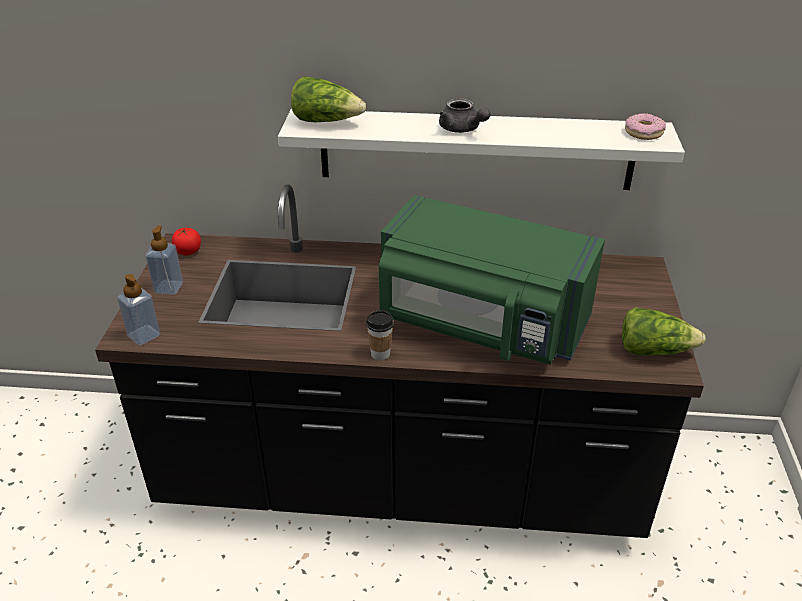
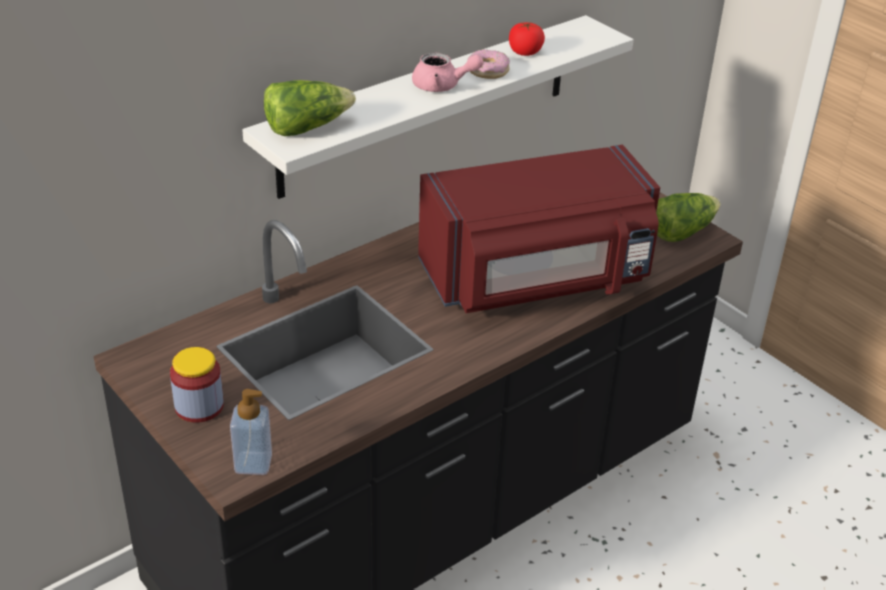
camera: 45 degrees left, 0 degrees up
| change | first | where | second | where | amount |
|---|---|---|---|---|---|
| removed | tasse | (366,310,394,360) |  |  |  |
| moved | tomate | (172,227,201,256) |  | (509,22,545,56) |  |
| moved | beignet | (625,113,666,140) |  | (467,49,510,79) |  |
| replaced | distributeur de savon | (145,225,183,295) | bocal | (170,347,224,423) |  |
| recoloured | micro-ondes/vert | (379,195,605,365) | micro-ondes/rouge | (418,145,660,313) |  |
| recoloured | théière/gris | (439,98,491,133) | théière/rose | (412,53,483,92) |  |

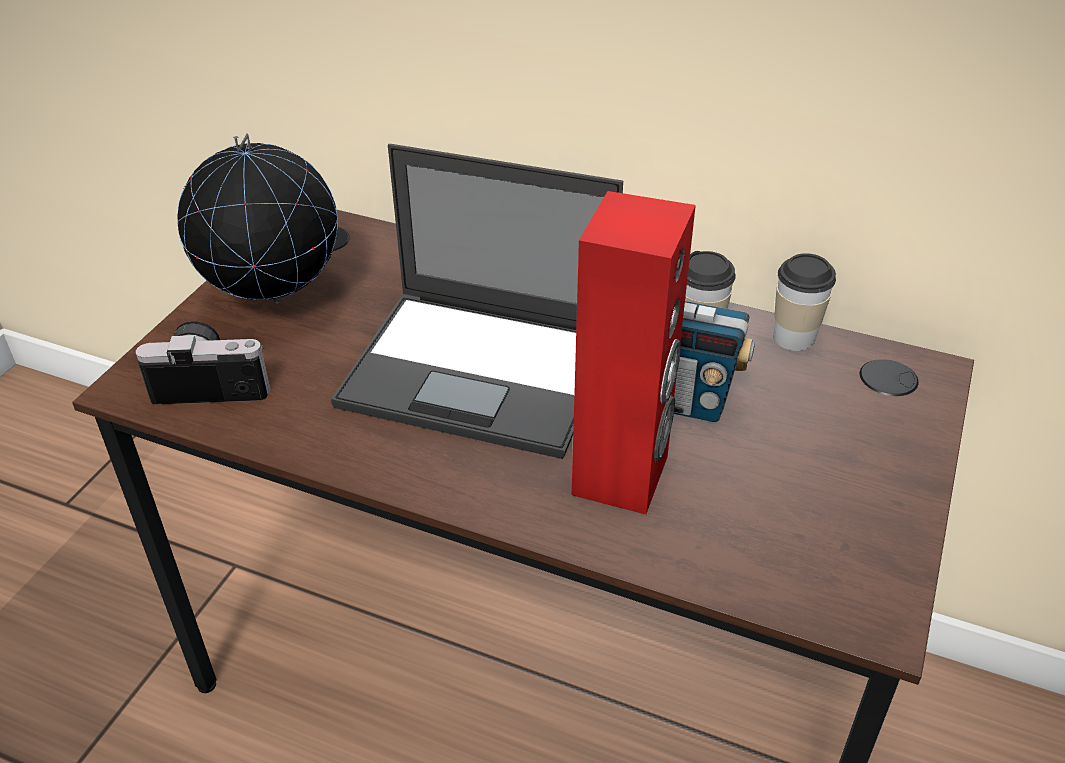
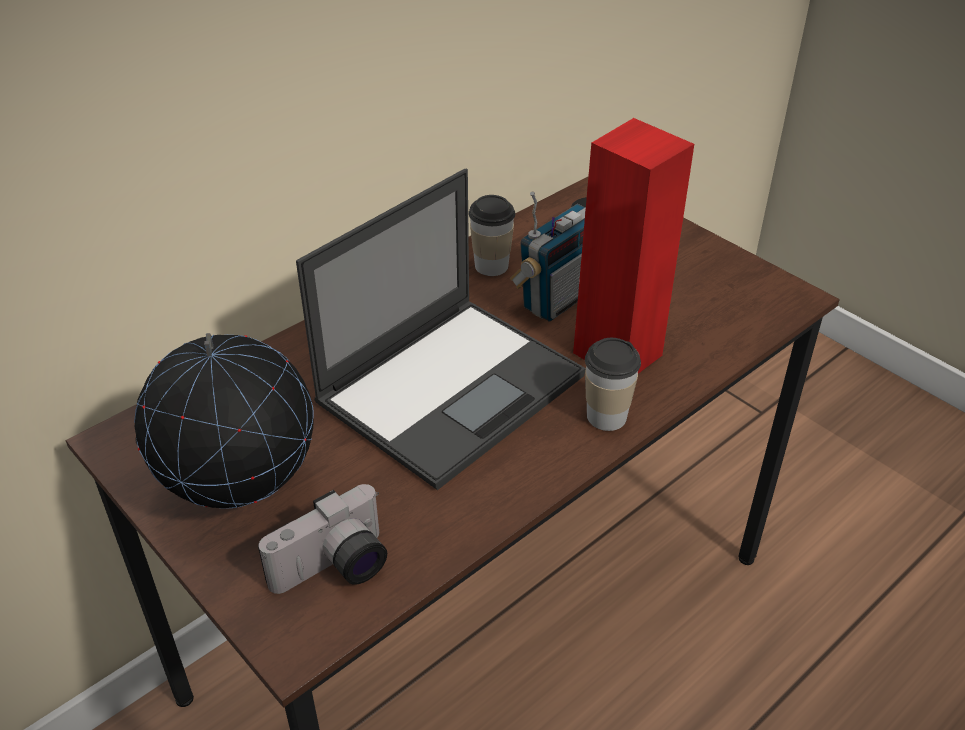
camera: 65 degrees left, 0 degrees up
| change | first | where | second | where | amount |
|---|---|---|---|---|---|
| moved | tasse | (774,253,836,351) |  | (585,338,641,431) |  |
| turned | appareil photo | (136,321,270,405) |  | (258,484,387,594) | 150 degrees counterclockwise |

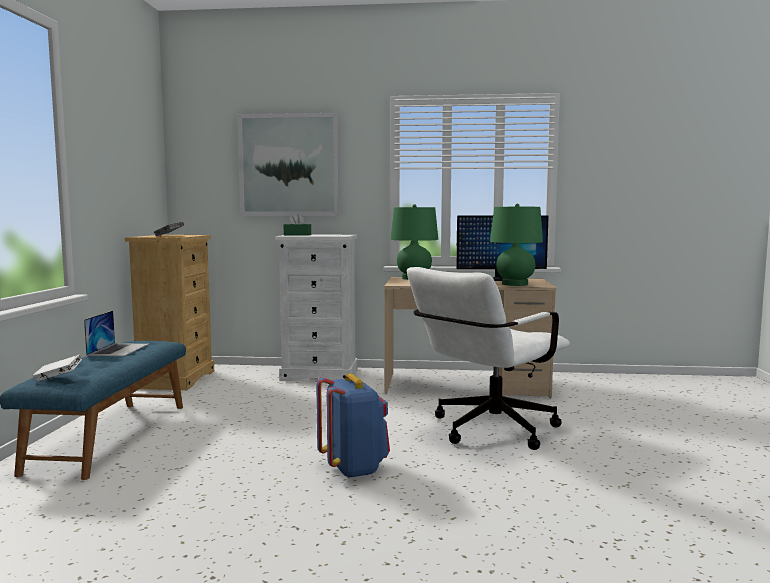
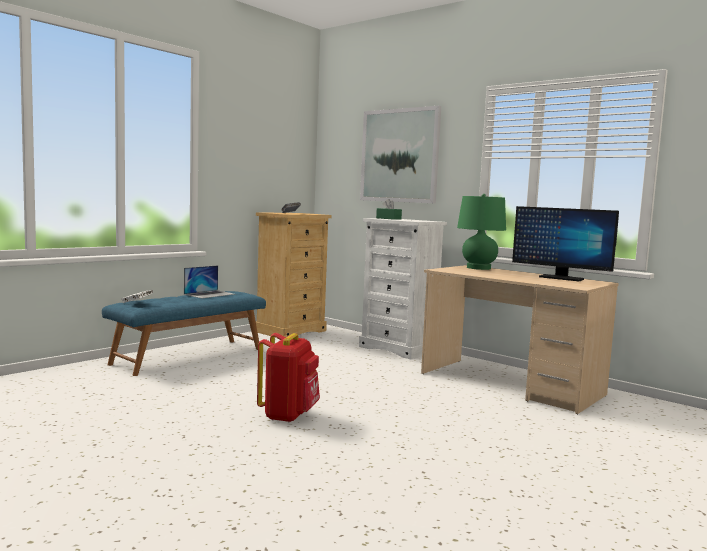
camera: 35 degrees right, 0 degrees up
| change | first | where | second | where | amount |
|---|---|---|---|---|---|
| removed | chaise de bureau/blanc | (407,267,570,450) |  |  |  |
| removed | lampe de table/vert | (490,203,543,286) |  |  |  |
| recoloured | sac à dos/bleu | (316,373,390,478) | sac à dos/rouge | (257,333,320,423) |  |

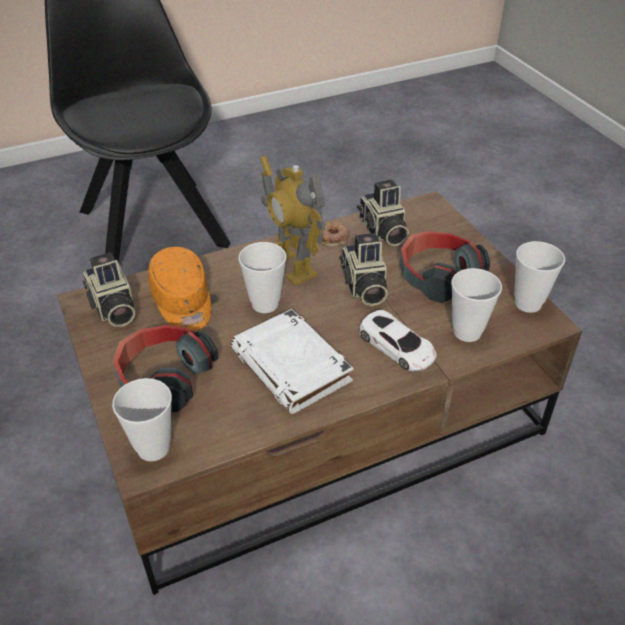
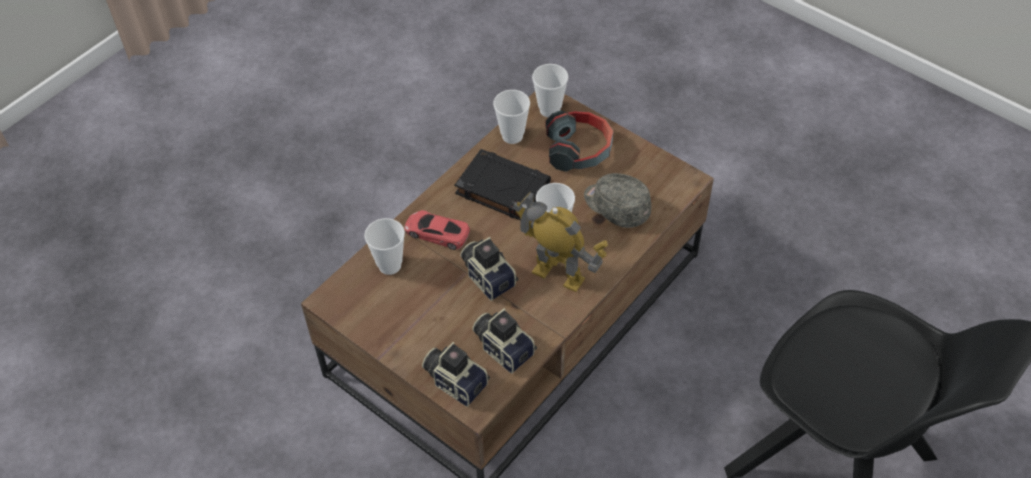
camera: 155 degrees right, 10 degrees up
| change | first | where | second | where | amount |
|---|---|---|---|---|---|
| removed | beignet | (321,222,349,246) |  |  |  |
| removed | casque audio | (400,231,490,303) |  |  |  |
| moved | appareil photo | (83,252,135,327) |  | (422,342,490,407) |  |
| moved | tasse | (514,241,565,313) |  | (493,90,530,144) |  |
| recoloured | casquette/orange | (148,247,211,331) | casquette/gris | (584,173,651,228) |  |
| recoloured | livre/blanc | (230,309,353,414) | livre/noir | (455,149,551,221) |  |
| recoloured | petite voiture/blanc | (359,310,437,372) | petite voiture/rouge | (405,210,470,250) |  |

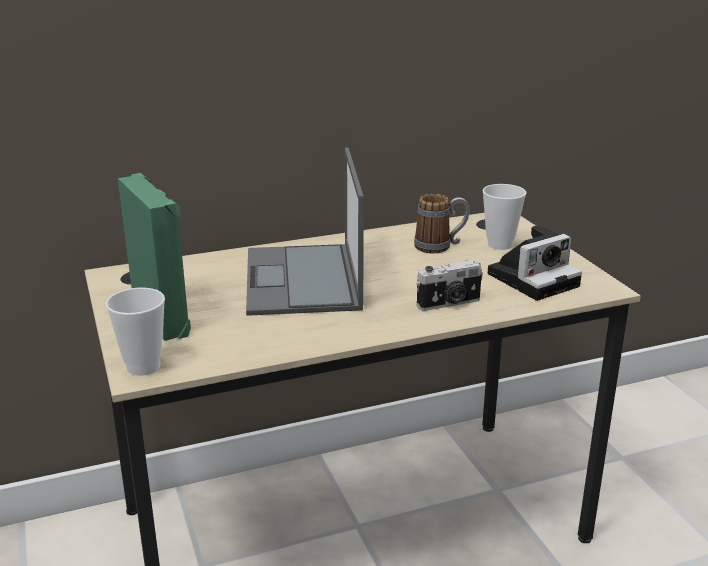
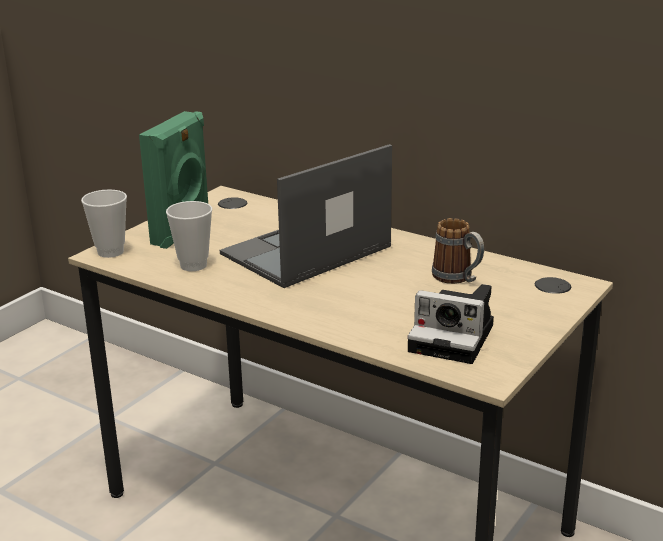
camera: 55 degrees right, 0 degrees up
| change | first | where | second | where | amount |
|---|---|---|---|---|---|
| removed | appareil photo | (416,260,483,311) |  |  |  |
| moved | tasse | (482,184,527,250) |  | (166,201,212,271) |  |

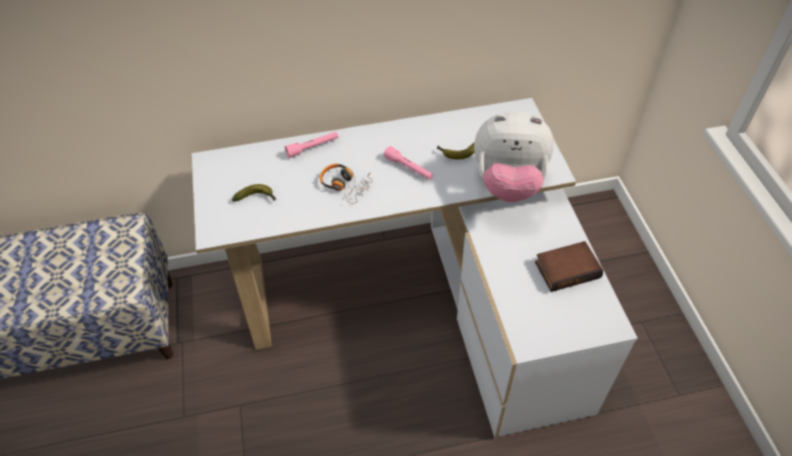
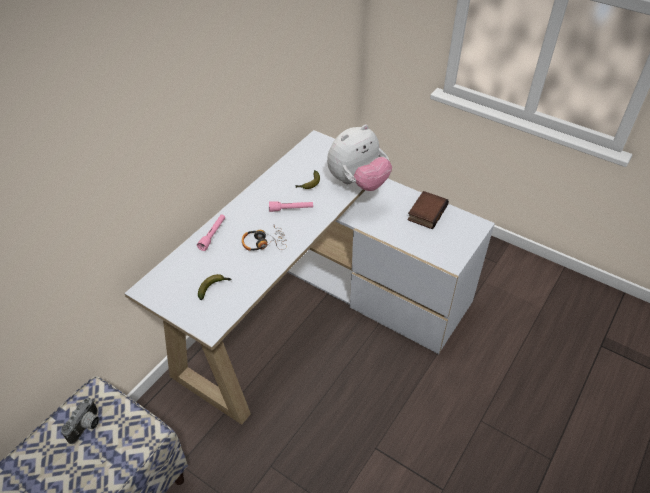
camera: 45 degrees left, 5 degrees down
| change | first | where | second | where | amount |
|---|---|---|---|---|---|
| added |  |  | appareil photo | (61,398,100,444) |  |

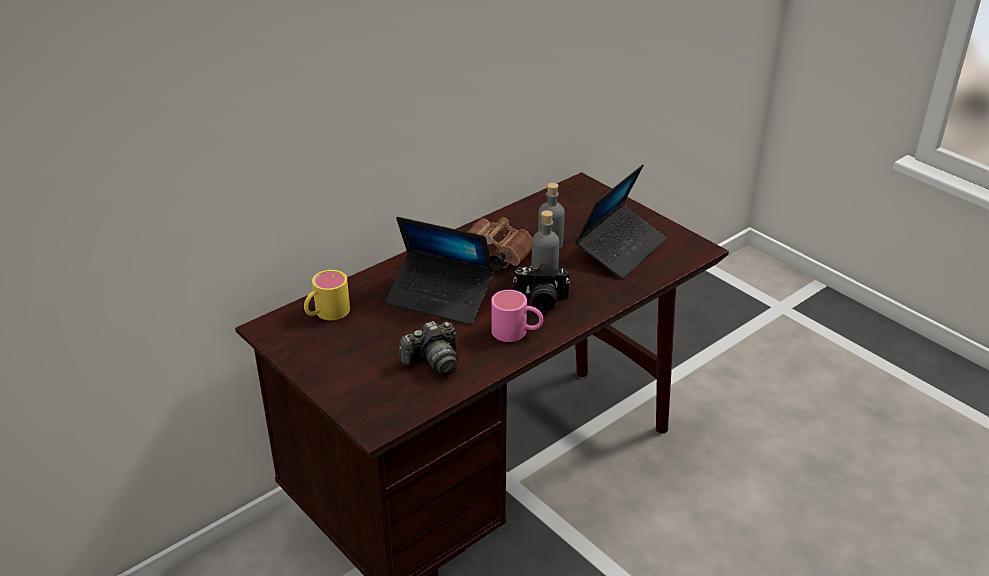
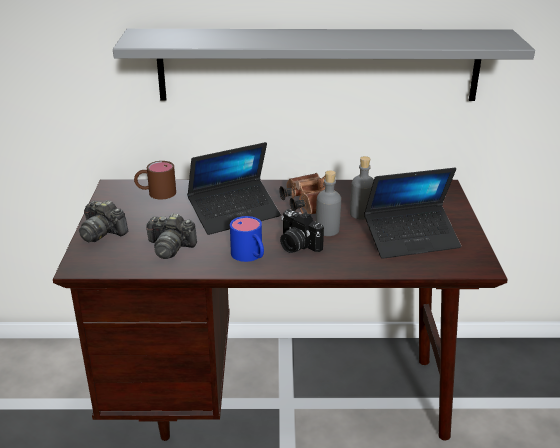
camera: 40 degrees right, 5 degrees down
| change | first | where | second | where | amount |
|---|---|---|---|---|---|
| added |  |  | appareil photo | (79,200,128,242) |  |
| added |  |  | étagère/gris | (113,29,535,101) |  |
| recoloured | mug/jaune | (304,270,350,320) | mug/marron | (134,161,176,199) |  |
| recoloured | mug/rose | (491,290,543,342) | mug/bleu | (230,216,264,262) |  |
| turned | ordinateur portable | (385,217,494,325) |  | (187,142,281,235) | 90 degrees counterclockwise |

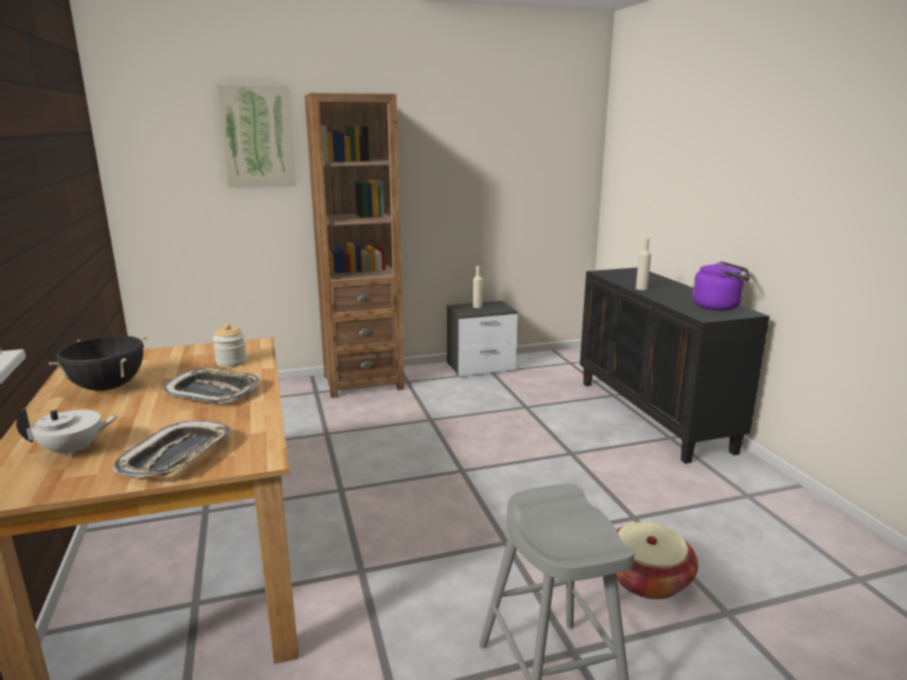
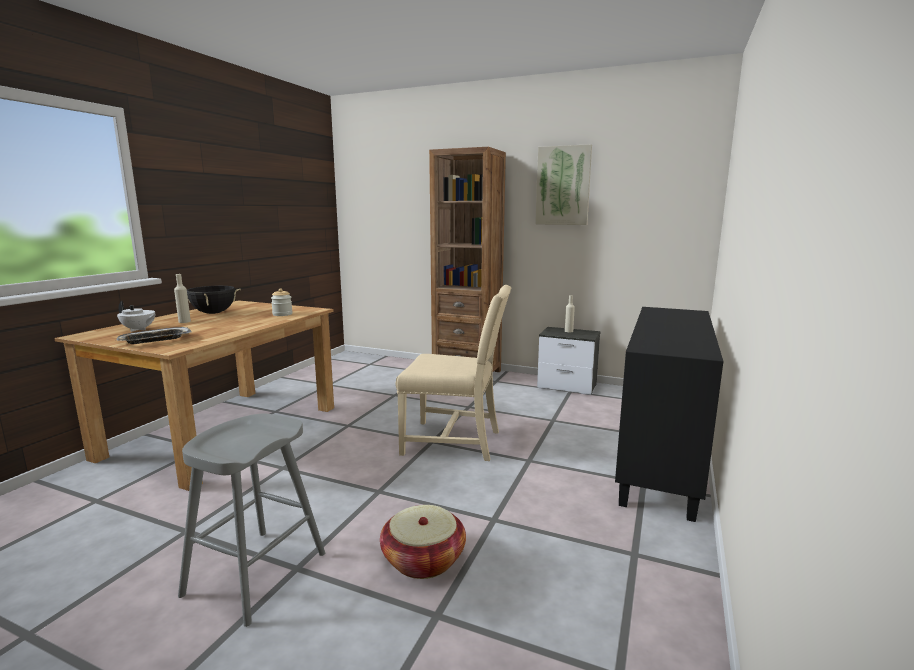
camera: 40 degrees right, 5 degrees down
| change | first | where | second | where | amount |
|---|---|---|---|---|---|
| removed | plateau | (162,368,259,403) |  |  |  |
| removed | bouilloire/violet | (693,261,750,310) |  |  |  |
| added |  |  | chaise/beige | (396,285,511,461) |  |
| moved | tableau | (217,84,296,188) |  | (535,144,592,225) |  |
| moved | bouteille/beige | (636,238,651,290) |  | (174,274,191,323) |  |

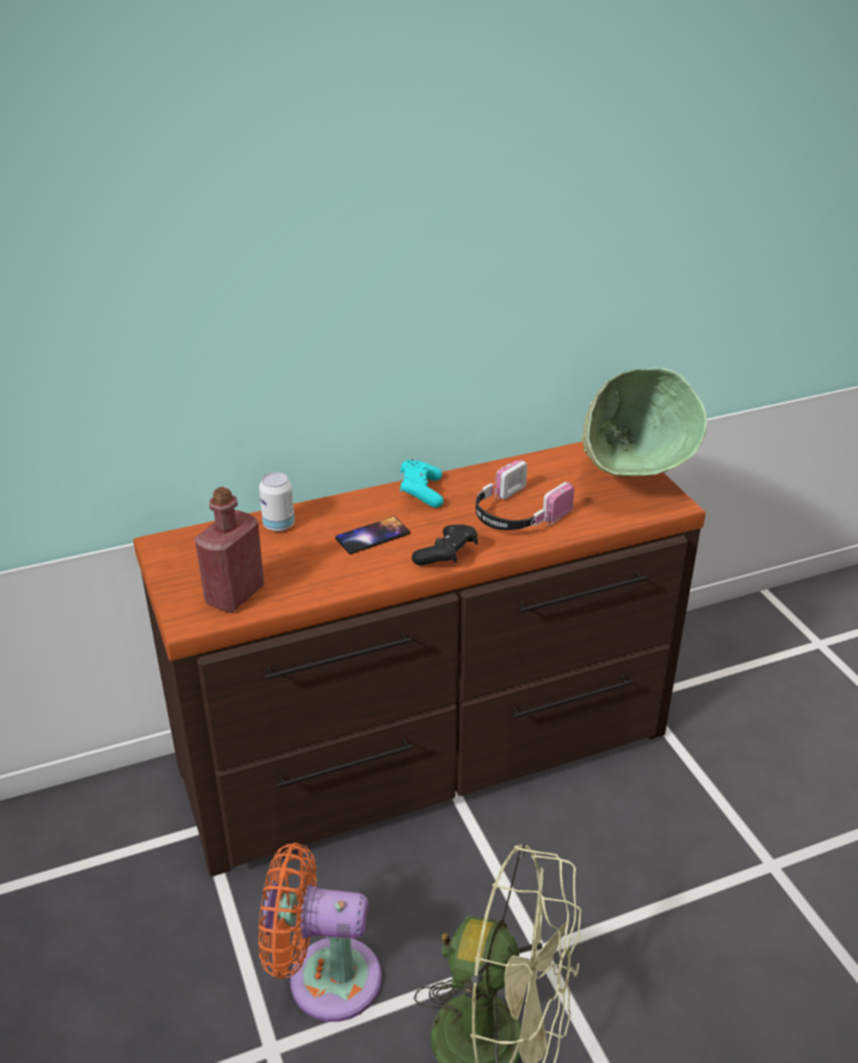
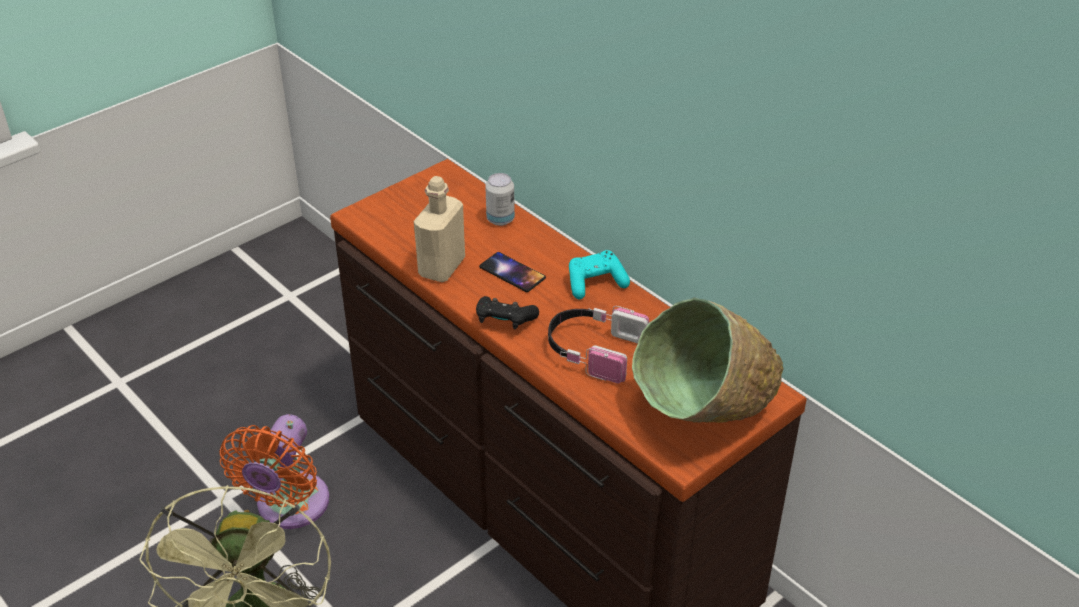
camera: 70 degrees right, 5 degrees up
| change | first | where | second | where | amount |
|---|---|---|---|---|---|
| removed | bouteille/rouge | (194,487,264,612) |  |  |  |
| added |  |  | bouteille/beige | (414,176,465,282) |  |
| turned | ventilateur/orange | (258,843,382,1022) |  | (219,414,330,529) | 150 degrees counterclockwise |

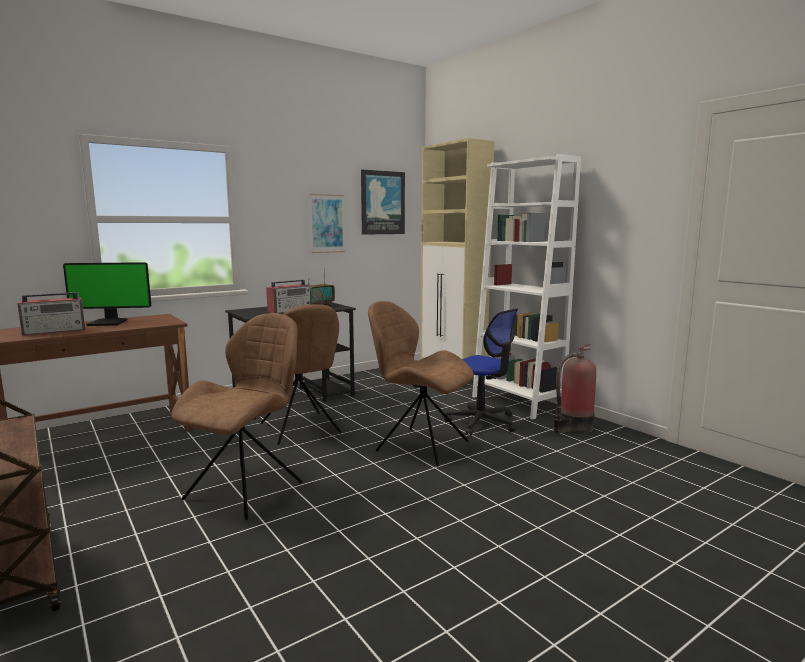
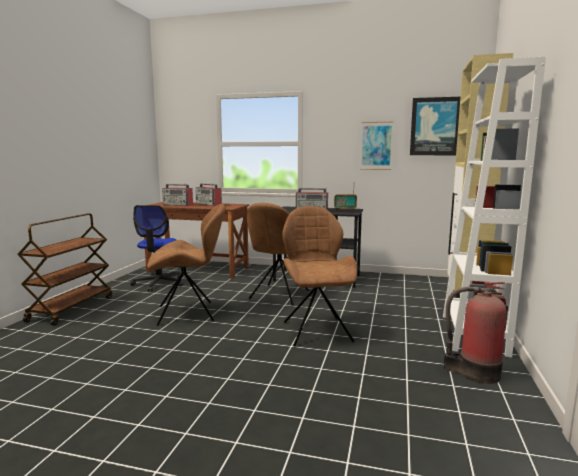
camera: 50 degrees right, 0 degrees up
| change | first | where | second | where | amount |
|---|---|---|---|---|---|
| moved | chaise de bureau | (444,308,518,436) |  | (130,205,184,292) |  |
| replaced | écran d'ordinateur | (63,262,151,326) | radio | (196,184,222,206) |  |

